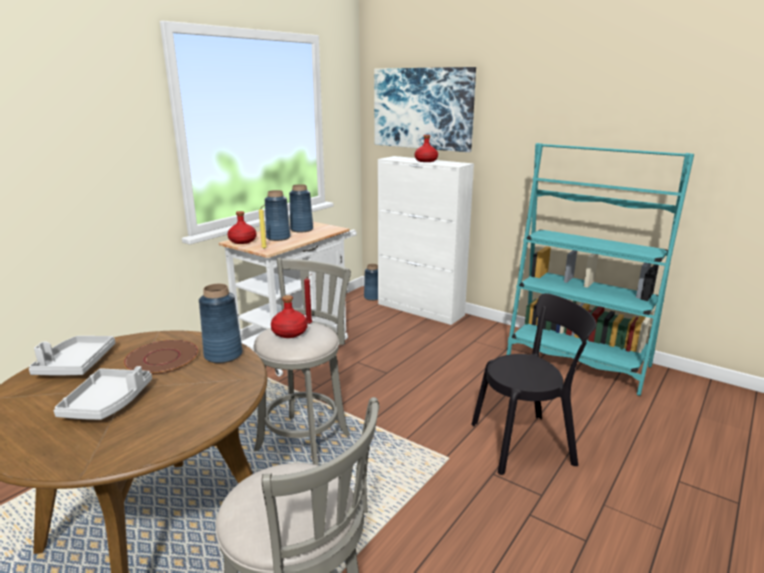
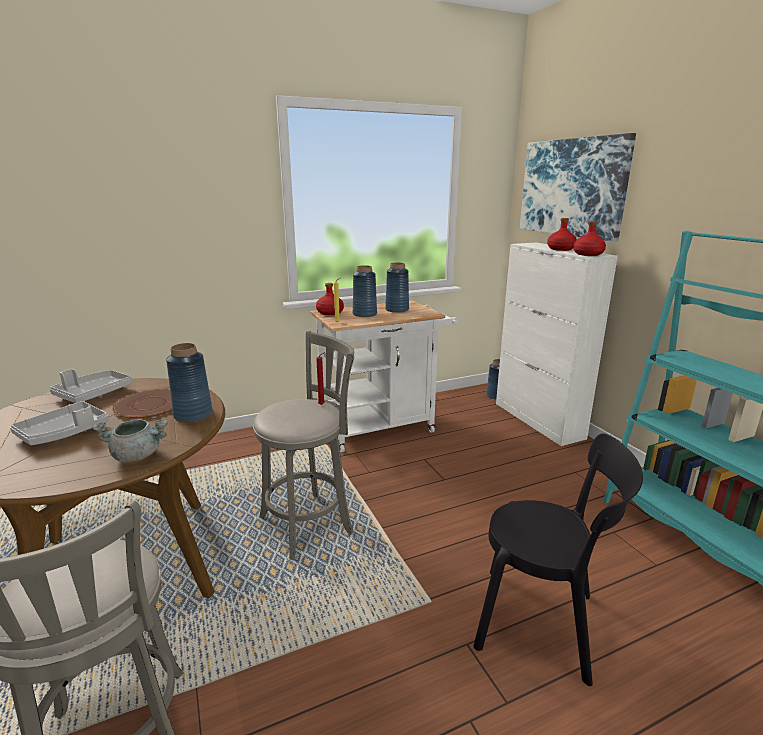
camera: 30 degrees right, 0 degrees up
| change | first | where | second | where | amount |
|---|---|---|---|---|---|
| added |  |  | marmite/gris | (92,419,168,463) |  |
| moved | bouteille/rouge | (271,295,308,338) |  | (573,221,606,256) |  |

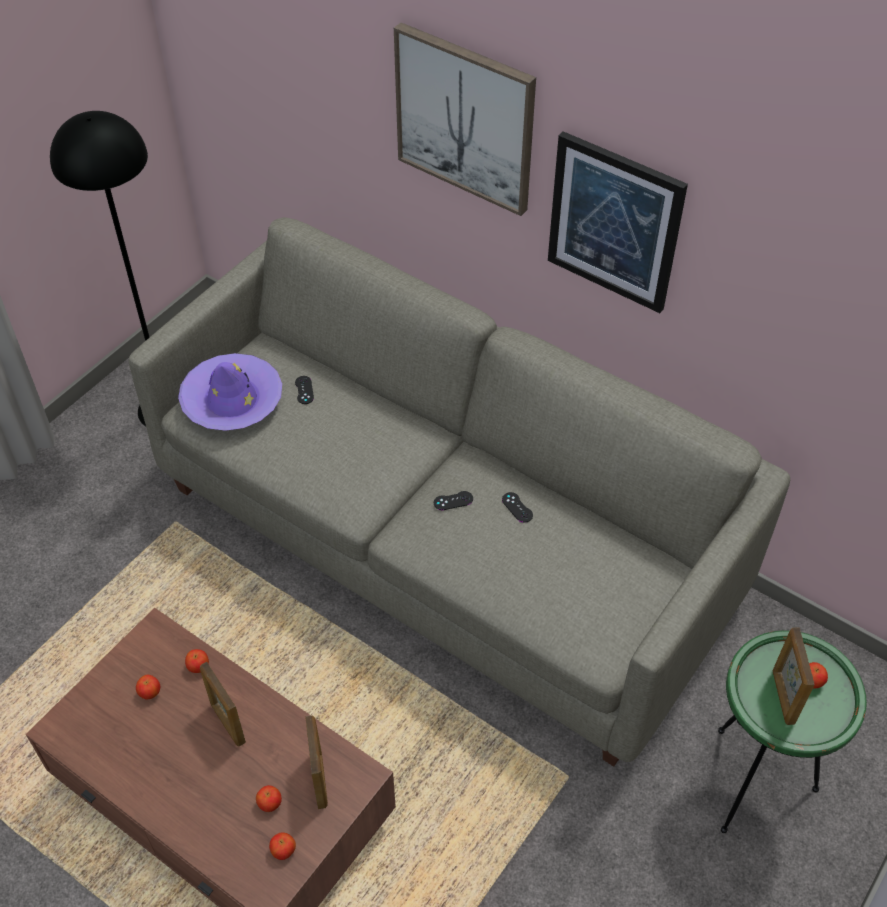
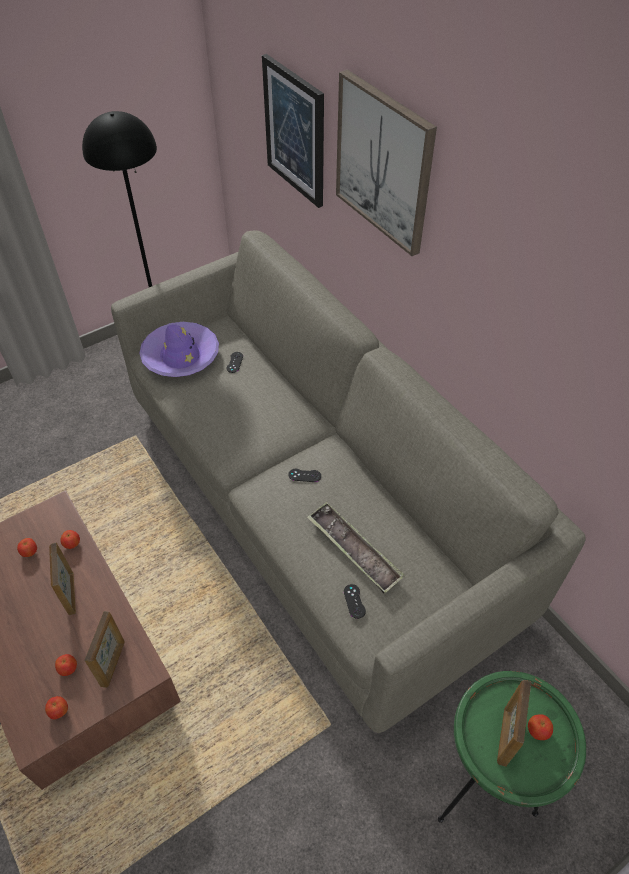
camera: 20 degrees right, 0 degrees up
| change | first | where | second | where | amount |
|---|---|---|---|---|---|
| added |  |  | plateau | (307,502,405,593) |  |
| moved | manette/noir | (502,492,533,523) |  | (344,584,366,619) |  |
| moved | tableau | (548,131,688,313) |  | (262,54,324,208) |  |

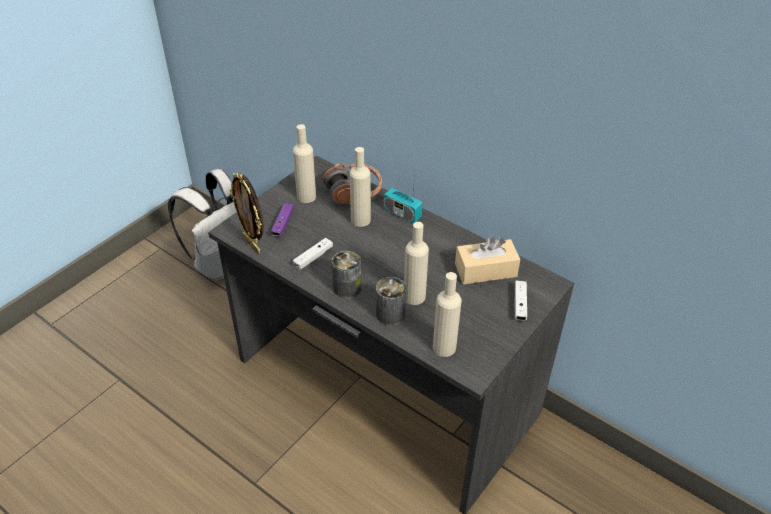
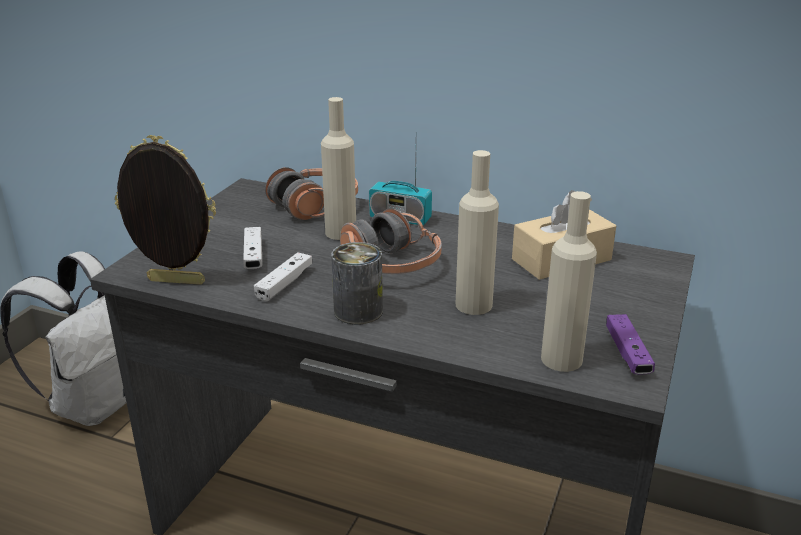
camera: 15 degrees left, 15 degrees down
| change | first | where | second | where | amount |
|---|---|---|---|---|---|
| removed | bouteille/beige | (293,124,316,203) |  |  |  |
| removed | boîte métallique | (376,277,406,326) |  |  |  |
| added |  |  | casque audio | (340,208,442,274) |  |
| moved | manette/violet | (271,203,294,236) |  | (606,314,655,374) |  |
| moved | manette/blanc | (515,281,527,321) |  | (243,227,262,269) |  |
| turned | cadre photo | (230,173,264,254) |  | (115,135,216,285) | 150 degrees clockwise |

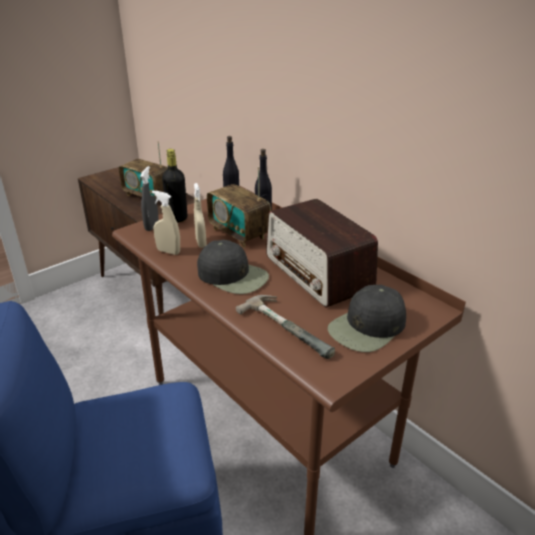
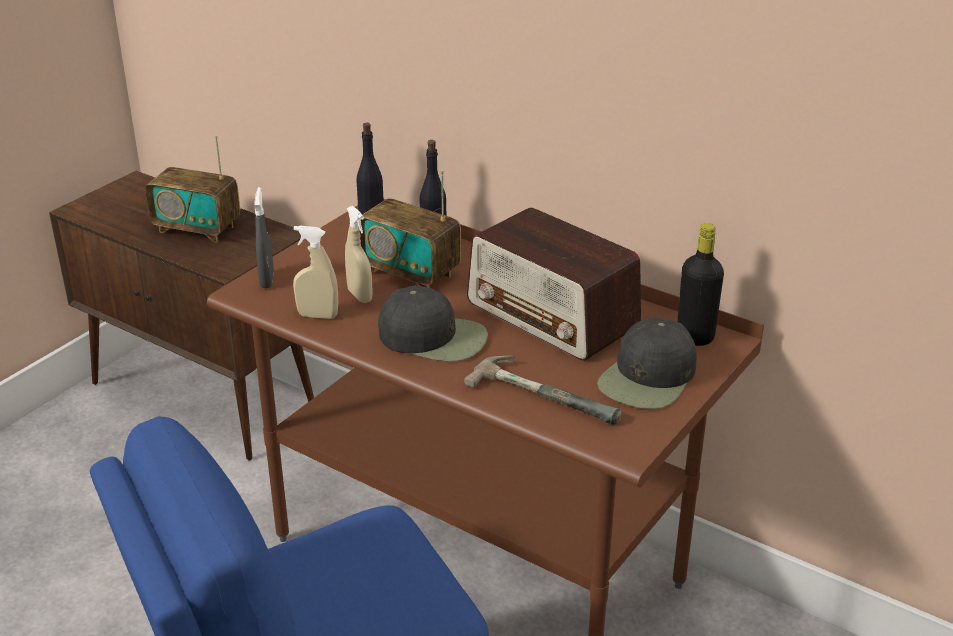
camera: 15 degrees left, 0 degrees up
| change | first | where | second | where | amount |
|---|---|---|---|---|---|
| moved | bouteille/noir | (162,149,187,223) |  | (677,223,724,346) |  |

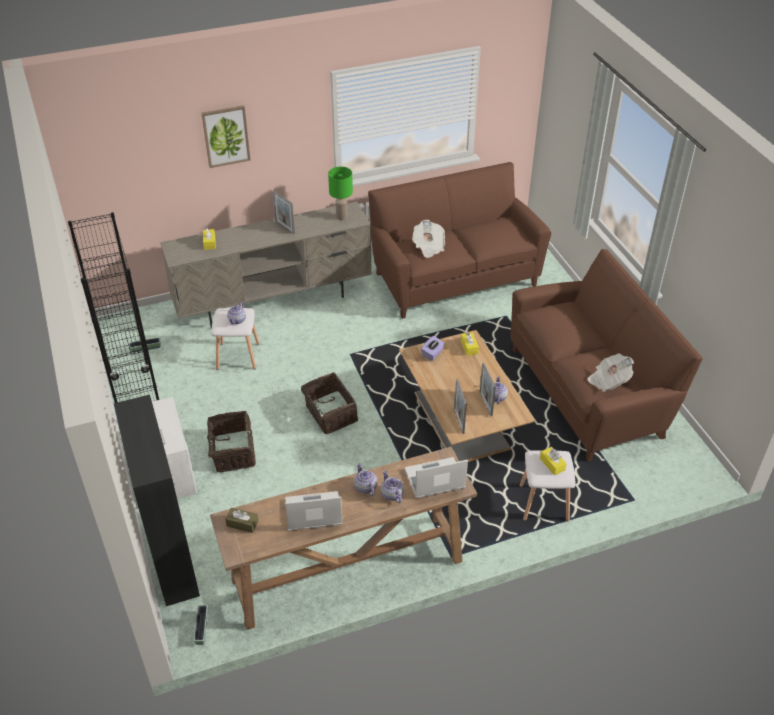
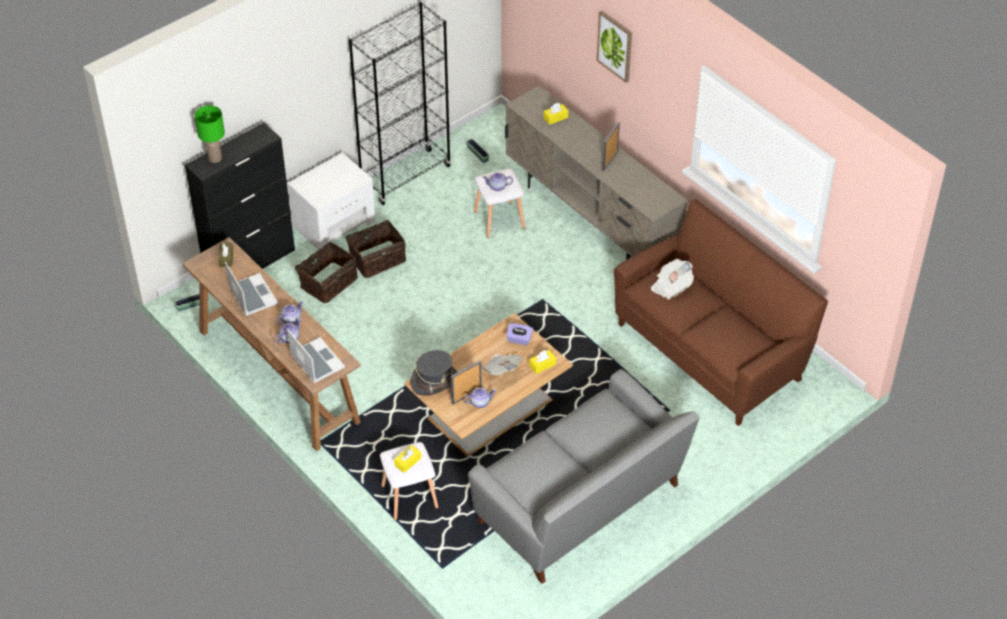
camera: 70 degrees right, 5 degrees up
| change | first | where | second | where | amount |
|---|---|---|---|---|---|
| moved | panier | (301,372,358,434) |  | (295,242,358,303) |  |
| moved | lampe de table/vert | (328,167,353,221) |  | (195,105,225,163) |  |
| moved | journal | (588,354,634,392) |  | (482,354,523,375) |  |
| replaced | cadre photo | (454,379,467,434) | chapeau/gris | (411,350,457,396) |  |
| recoloured | canapé/marron | (510,249,703,461) | canapé/gris | (468,369,700,584) |  |

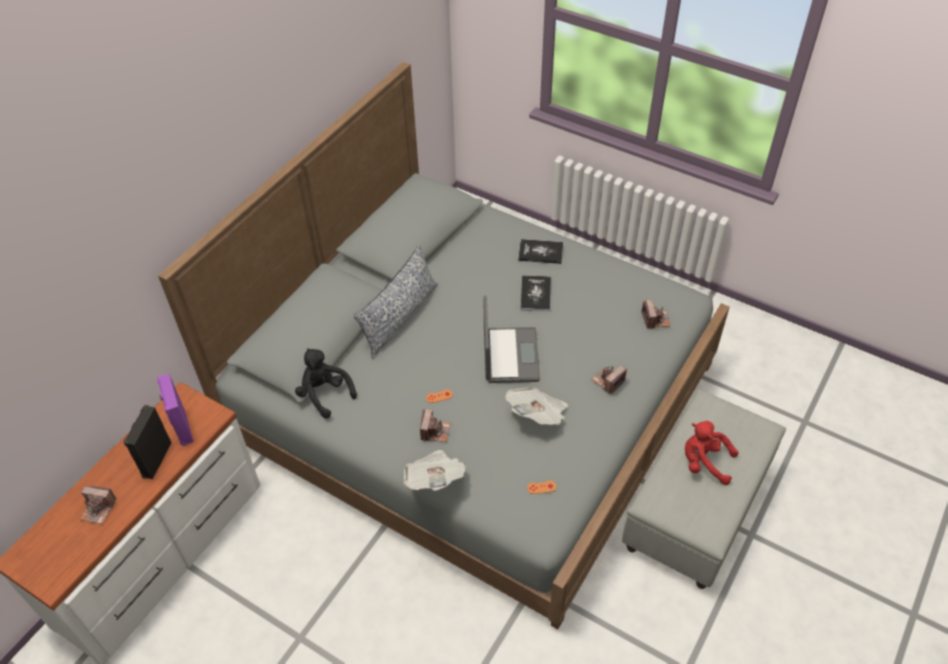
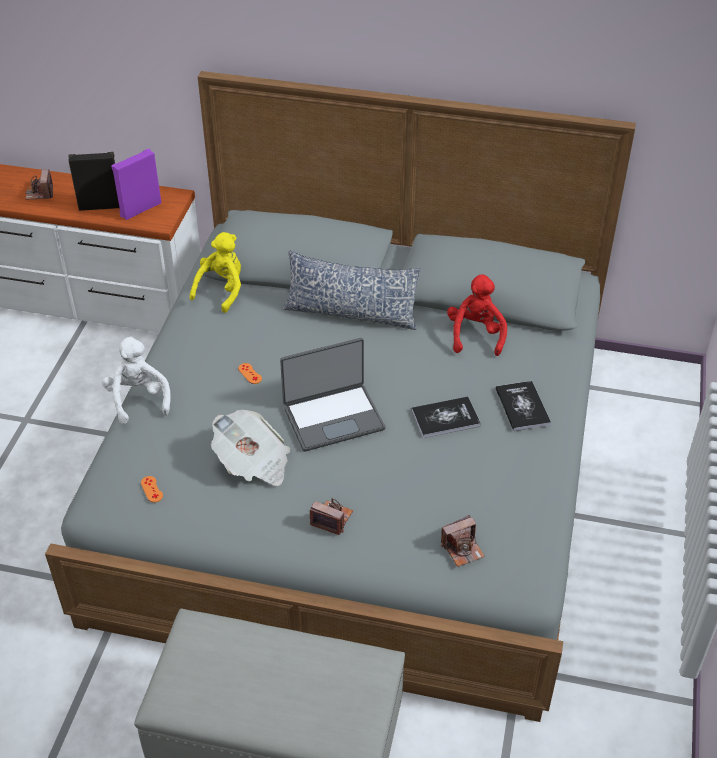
camera: 70 degrees right, 5 degrees down
| change | first | where | second | where | amount |
|---|---|---|---|---|---|
| removed | appareil photo | (420,409,450,442) |  |  |  |
| moved | peluche/rouge | (685,421,739,485) |  | (447,275,507,356) |  |
| replaced | journal | (404,450,466,491) | peluche/blanc | (102,336,171,424) |  |
| recoloured | peluche/noir | (295,348,357,419) | peluche/jaune | (190,232,241,313) |  |

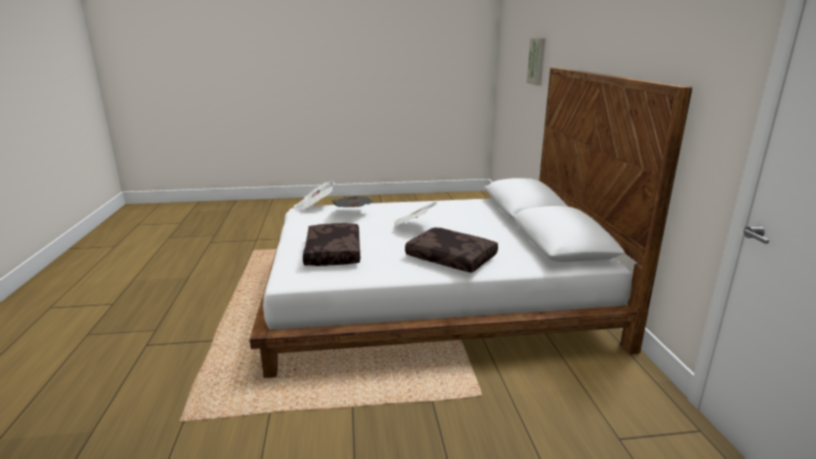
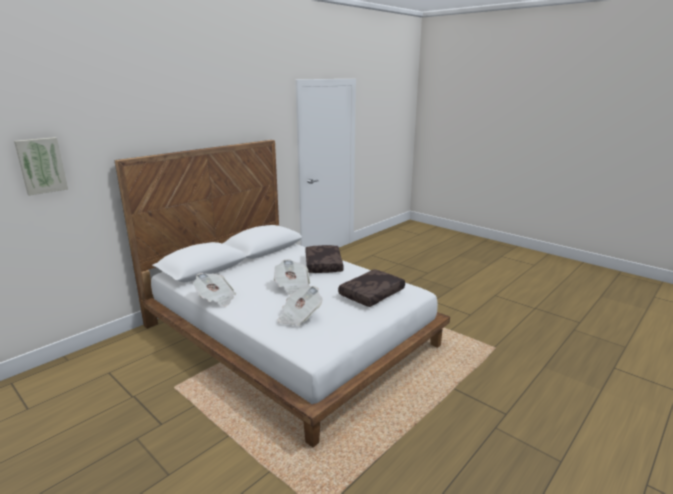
camera: 130 degrees left, 0 degrees up
| change | first | where | second | where | amount |
|---|---|---|---|---|---|
| moved | journal | (293,181,335,211) |  | (193,273,236,306) |  |

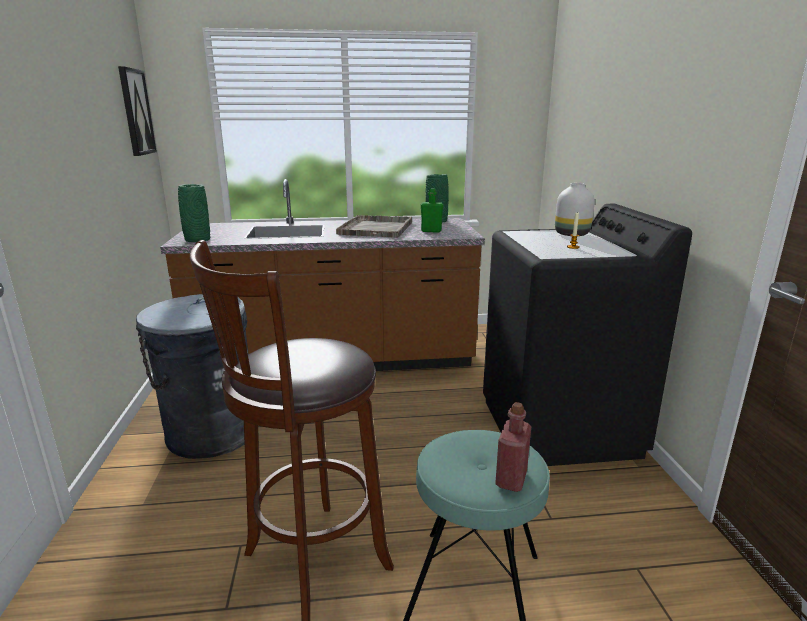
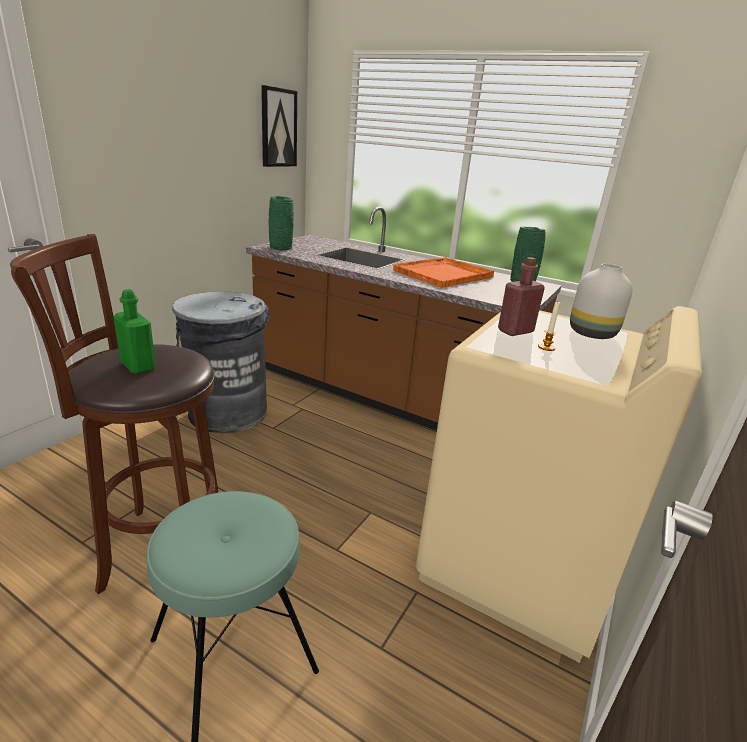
camera: 35 degrees right, 5 degrees up
| change | first | where | second | where | amount |
|---|---|---|---|---|---|
| moved | bouteille/vert | (421,188,443,233) |  | (113,289,156,374) |  |
| moved | bouteille/rouge | (495,402,531,492) |  | (498,257,545,336) |  |
| recoloured | plateau/gris | (336,215,412,238) | plateau/orange | (393,257,494,288) |  |
| recoloured | lave-linge/noir | (483,204,692,466) | lave-linge/beige | (416,306,702,663) |  |

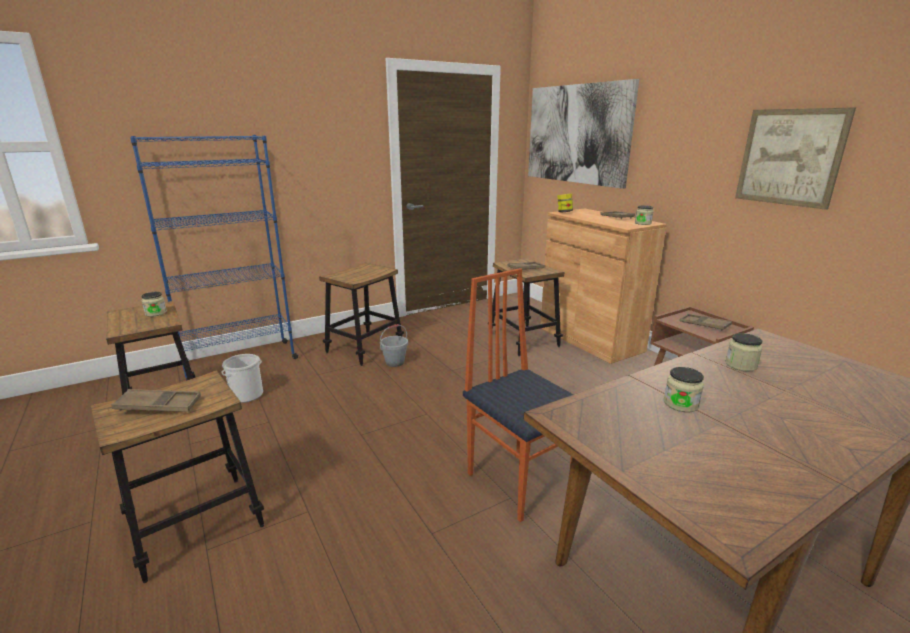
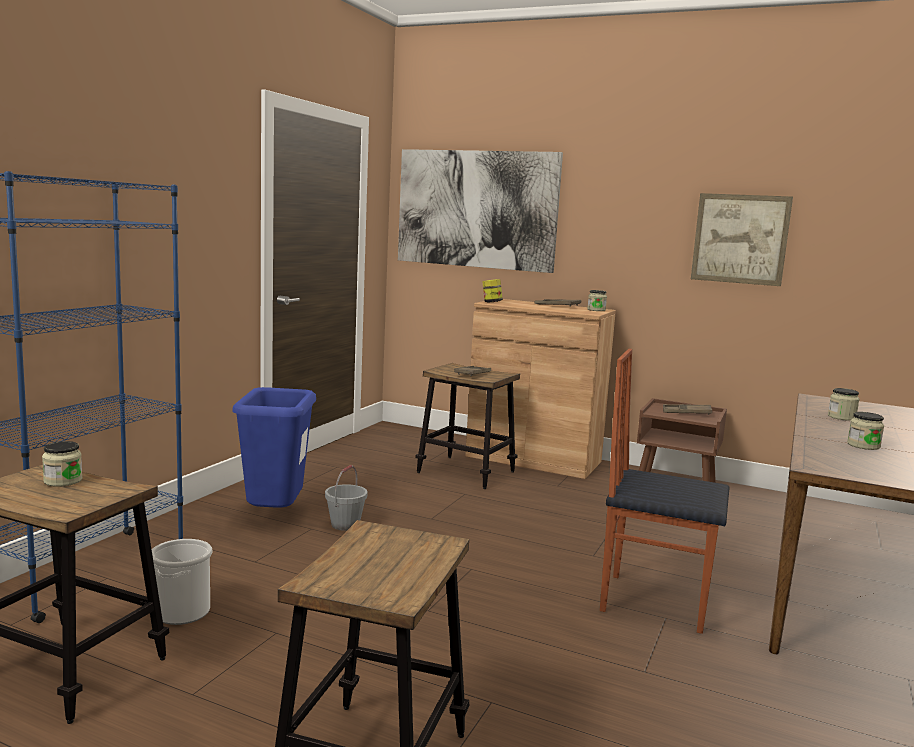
camera: 35 degrees left, 10 degrees down
| change | first | where | second | where | amount |
|---|---|---|---|---|---|
| removed | plateau/marron | (111,389,201,412) |  |  |  |
| replaced | tabouret | (319,263,404,366) | poubelle/bleu | (232,387,316,508) |  |

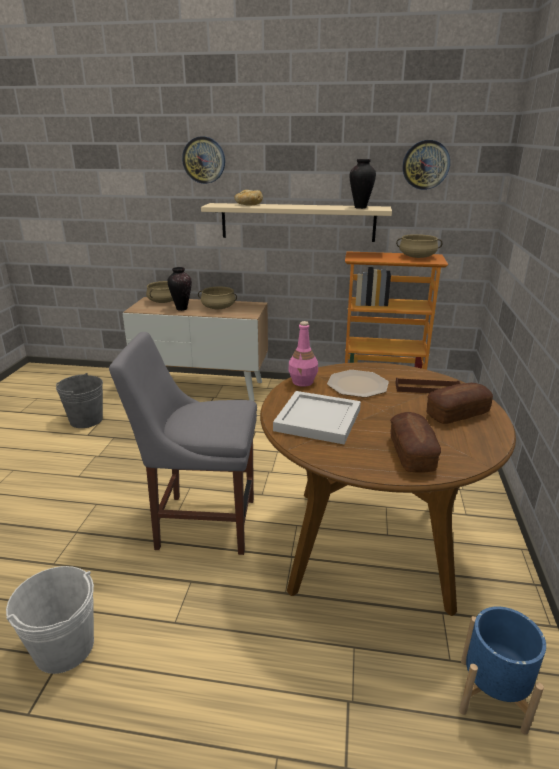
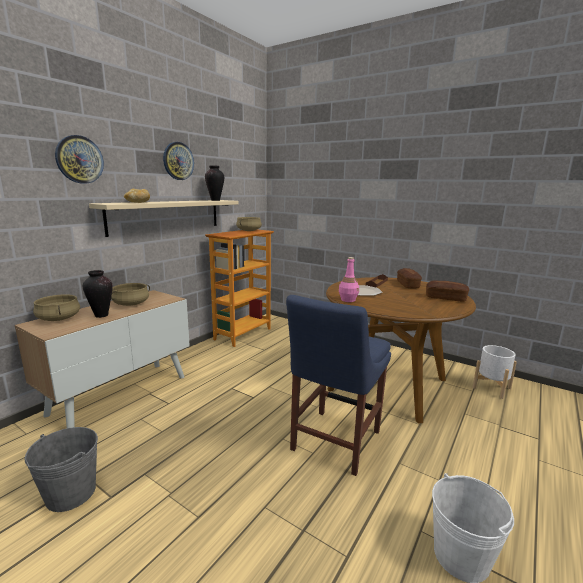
camera: 65 degrees left, 10 degrees down
| change | first | where | second | where | amount |
|---|---|---|---|---|---|
| removed | plateau/blanc | (273,391,361,444) |  |  |  |
| moved | horloge murale | (403,140,450,190) |  | (163,142,194,180) |  |
| recoloured | chaise/gris | (109,332,257,555) | chaise/bleu | (286,295,391,476) |  |
| recoloured | cache-pot/bleu | (459,606,546,735) | cache-pot/blanc | (472,345,517,399) |  |

